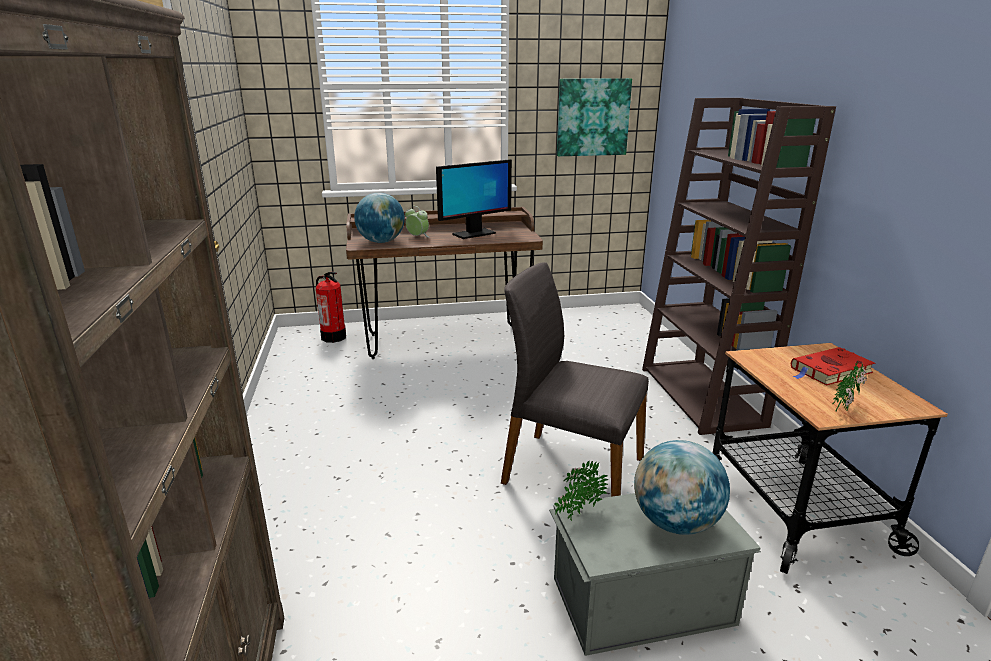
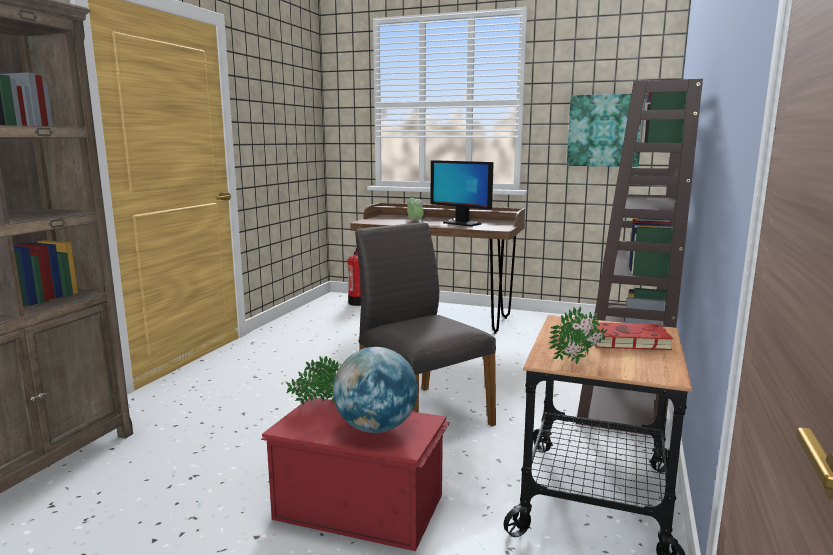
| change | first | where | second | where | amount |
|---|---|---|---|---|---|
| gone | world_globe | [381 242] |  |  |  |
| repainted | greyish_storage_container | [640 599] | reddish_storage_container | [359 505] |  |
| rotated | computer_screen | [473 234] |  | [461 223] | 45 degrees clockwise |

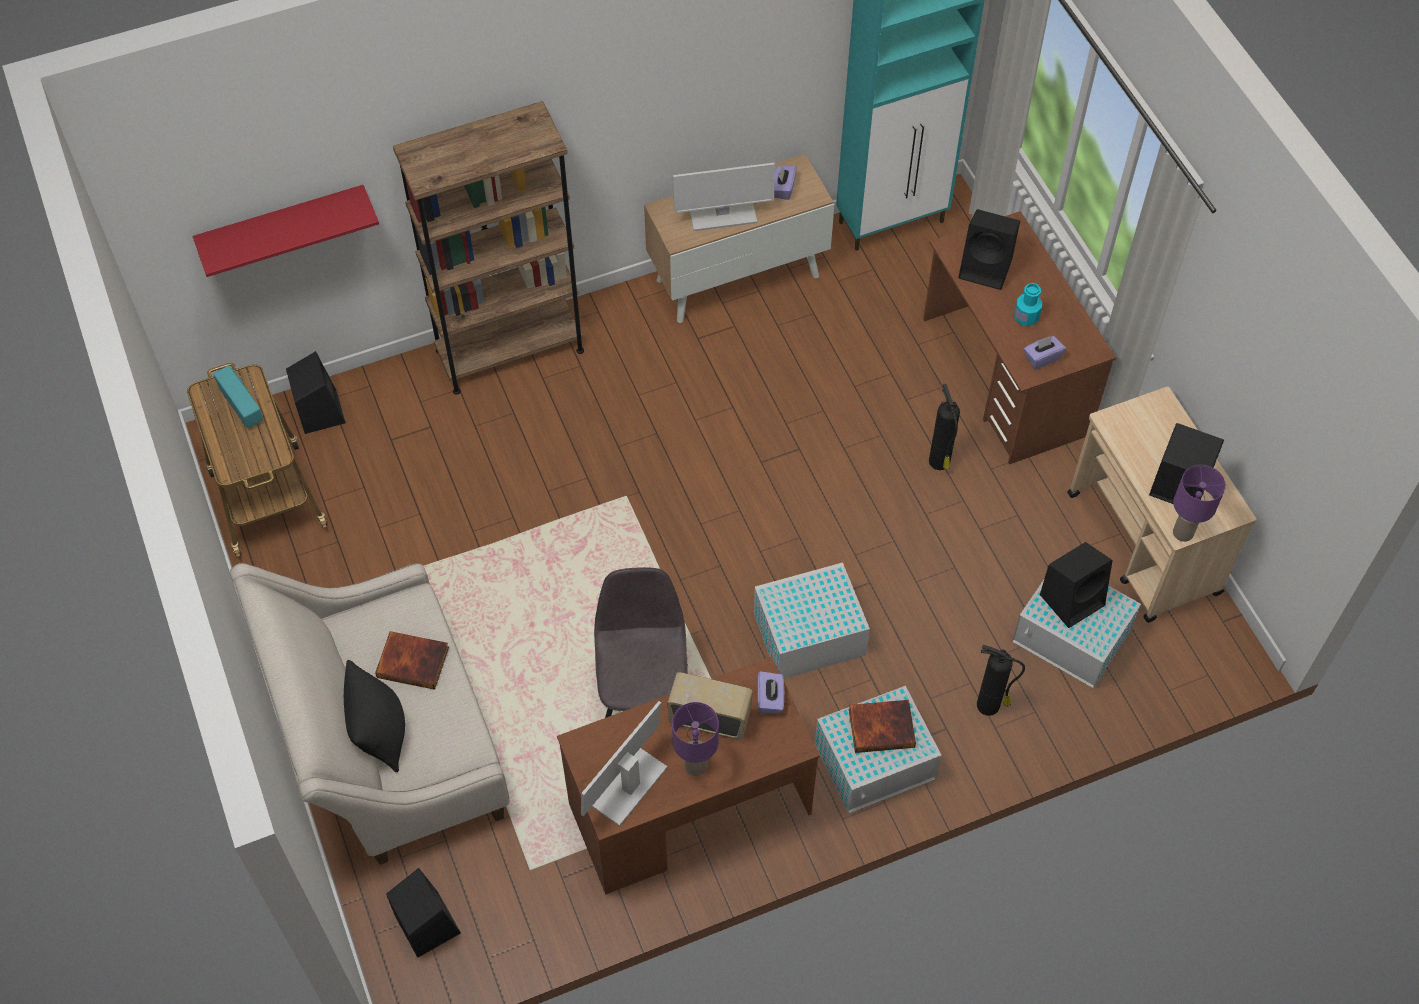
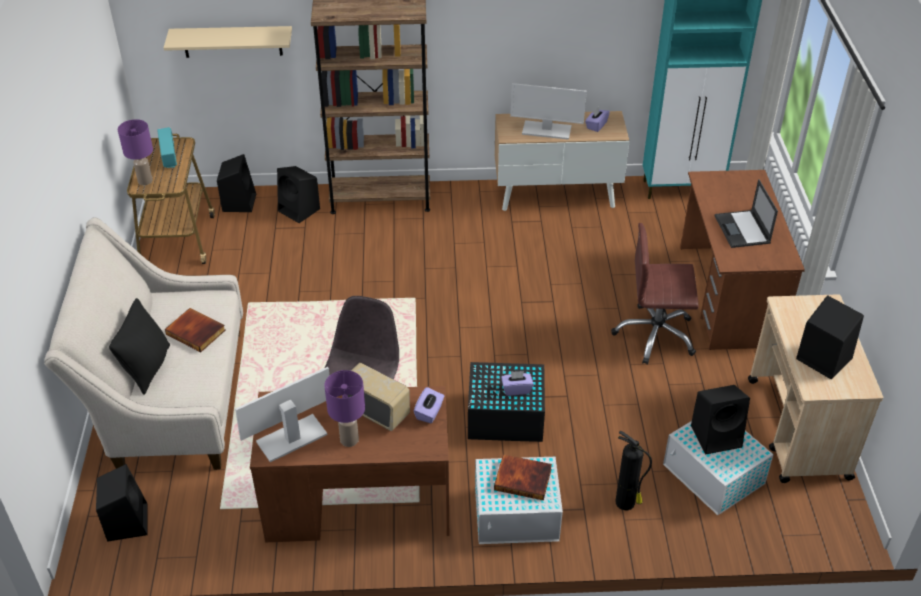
| change | first | where | second | where | amount |
|---|---|---|---|---|---|
| shifted | black-coloured_audio_speaker | [987 268] |  | [300 210] |  |
| shifted | purplish_tissue_holder | [1042 358] |  | [516 389] |  |
| shifted | purplish_table_lamp | [1183 533] |  | [145 181] |  |
| swapped | extinguisher | [940 462] | brown-coloured_computer_chair | [655 335] |  |
| swapped | turquoise-coloured_drink_bottle | [1026 317] | portable_computer | [742 230] |  |
| repainted | reddish_bracket_shelf | [283 225] | sand-coloured_bracket_shelf | [232 41] |  |
| repainted | white-coloured_storage_container | [807 634] | black-coloured_storage_container | [504 416] |  |

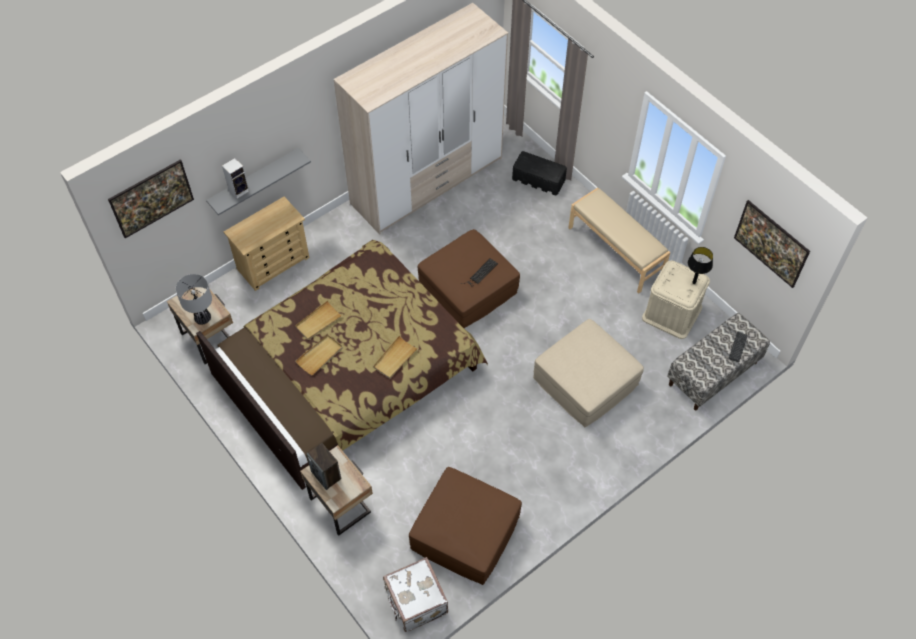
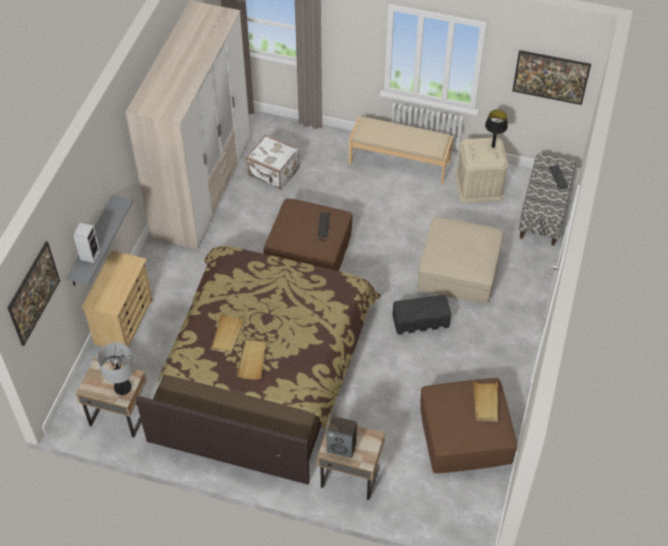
| change | first | where | second | where | amount |
|---|---|---|---|---|---|
| shifted | sand-coloured_tray | [395 358] |  | [485 402] |  |
| shifted | white-coloured_travel_case | [415 602] |  | [273 173] |  |
| shifted | black-coloured_storage_container | [539 180] |  | [421 321] |  |

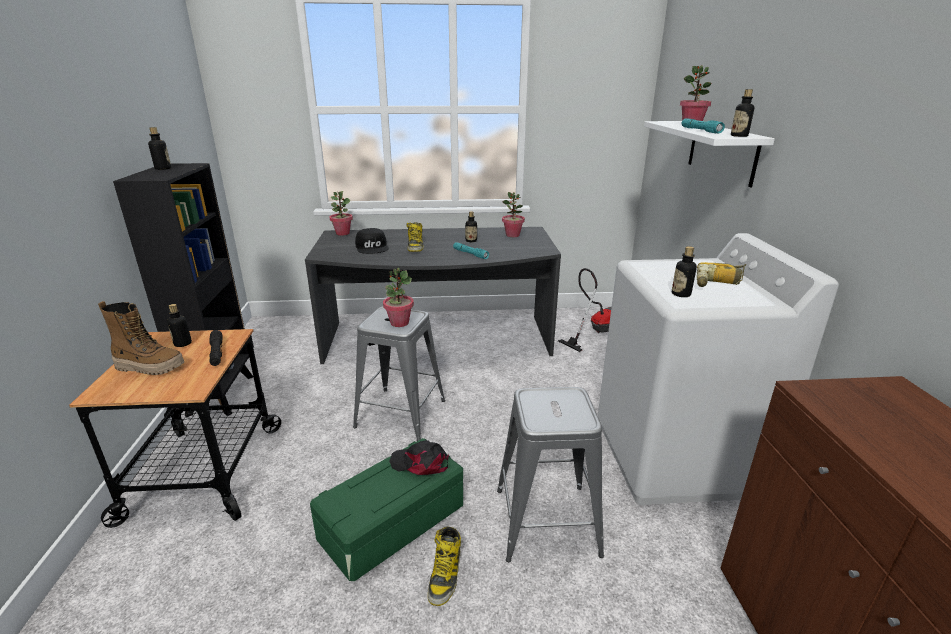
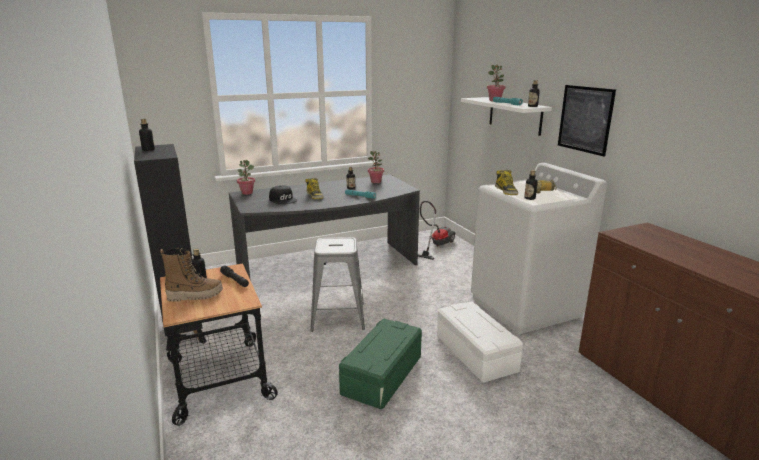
| change | first | where | second | where | amount |
|---|---|---|---|---|---|
| gone | potted_plant | [399 323] |  |  |  |
| gone | black-coloured_cap | [420 463] |  |  |  |
| new |  |  | picture | [585 119] |  |
| shifted | tall_boot | [445 574] |  | [506 191] |  |
| swapped | greyish_stool_seat | [546 521] | white-coloured_storage_container | [474 353] |  |

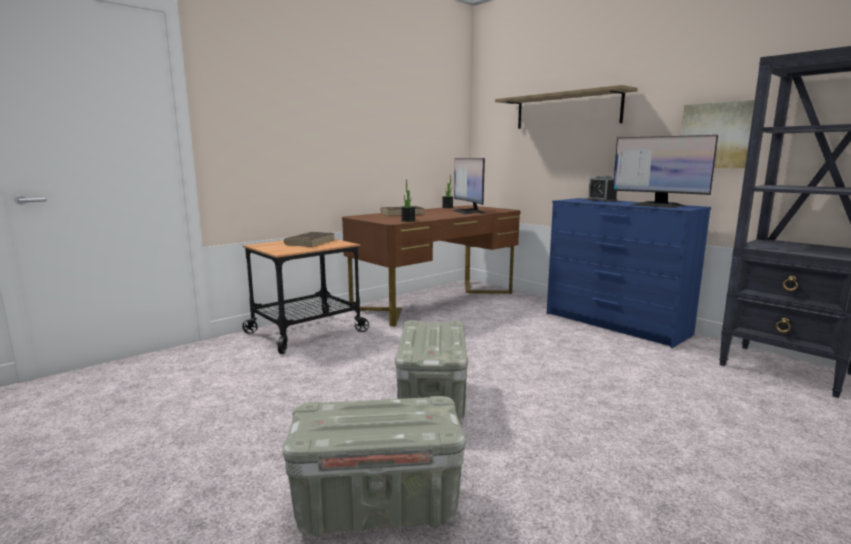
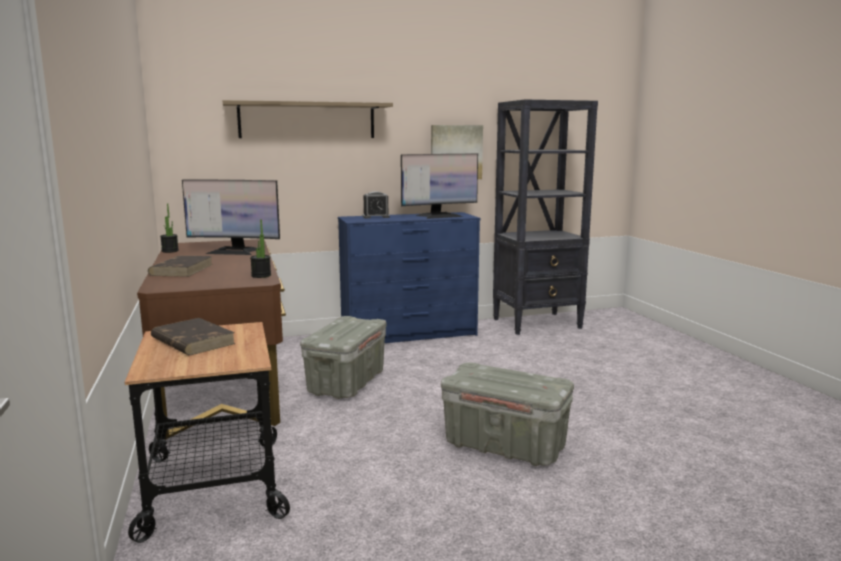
| change | first | where | second | where | amount |
|---|---|---|---|---|---|
| shifted | greyish_storage_container | [376 507] |  | [347 383] |  |

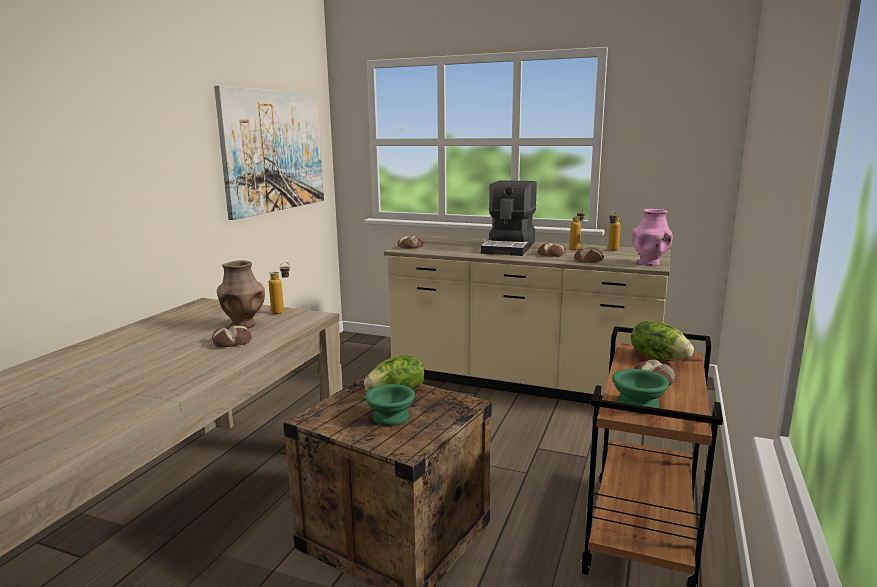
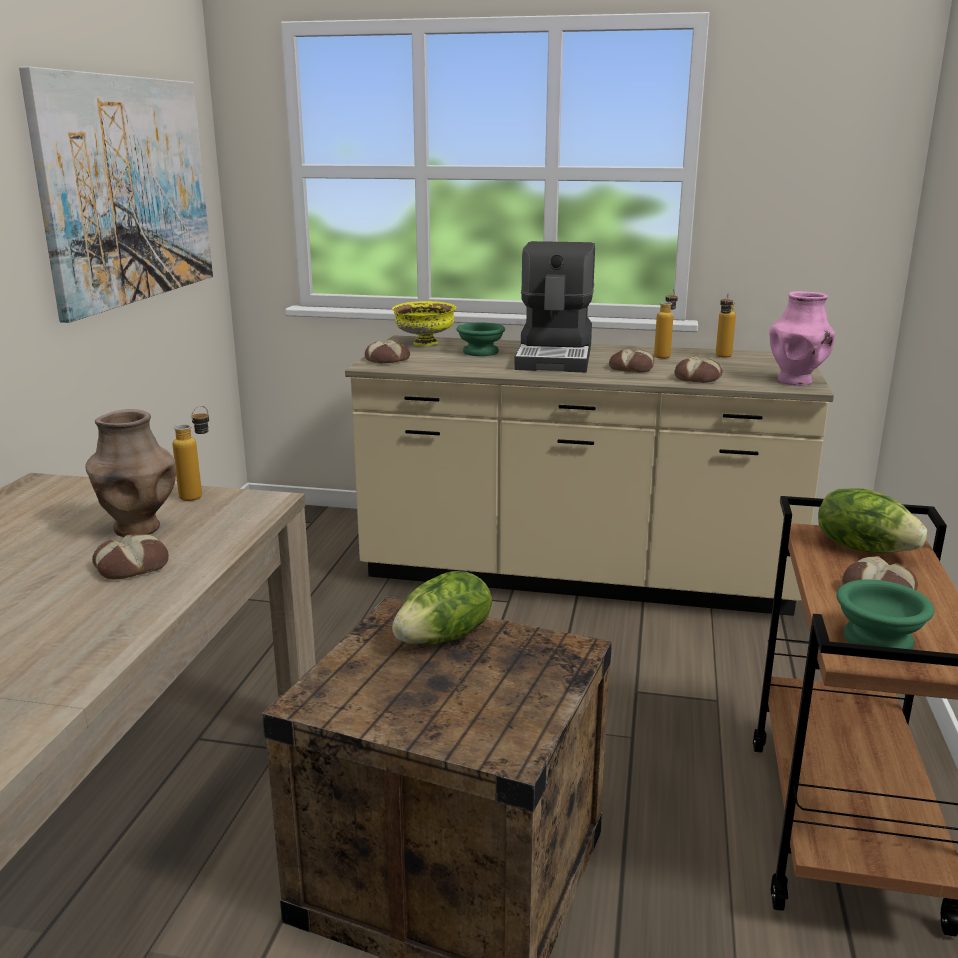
| change | first | where | second | where | amount |
|---|---|---|---|---|---|
| new |  |  | yellowish_bowl | [425 343] |  |
| shifted | greenish_bowl | [392 417] |  | [482 352] |  |

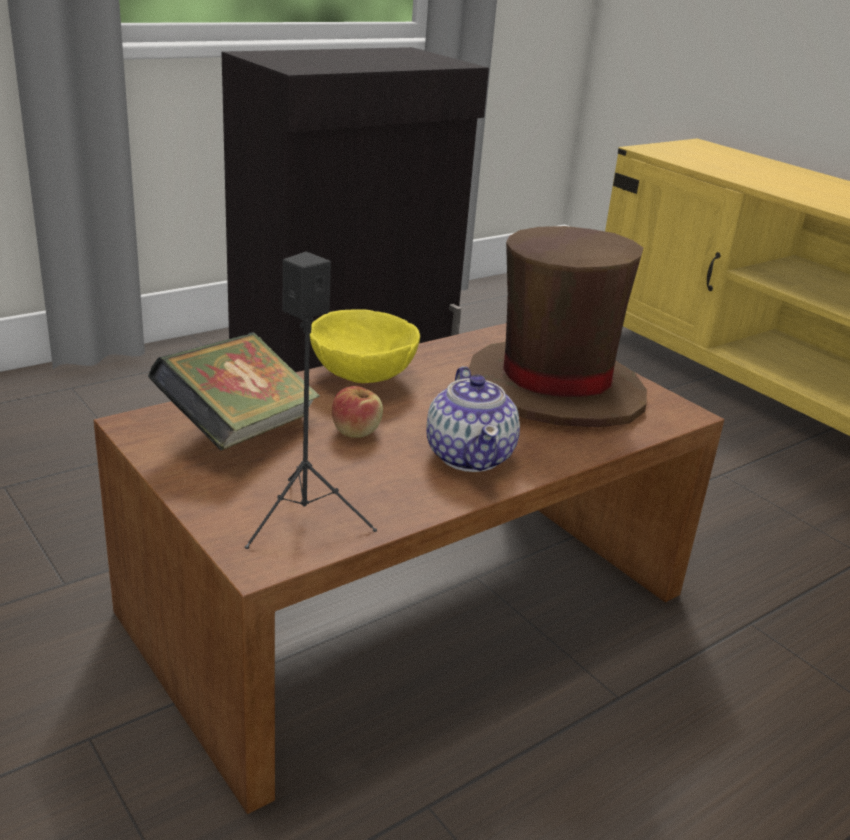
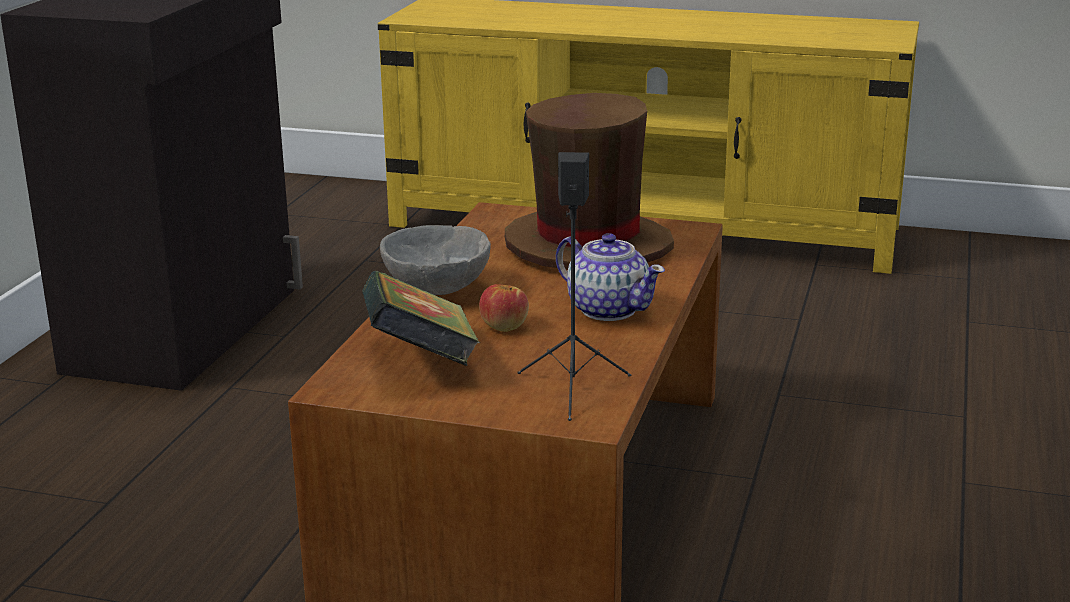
| change | first | where | second | where | amount |
|---|---|---|---|---|---|
| repainted | yellowish_bowl | [364 377] | greyish_bowl | [439 290] |  |

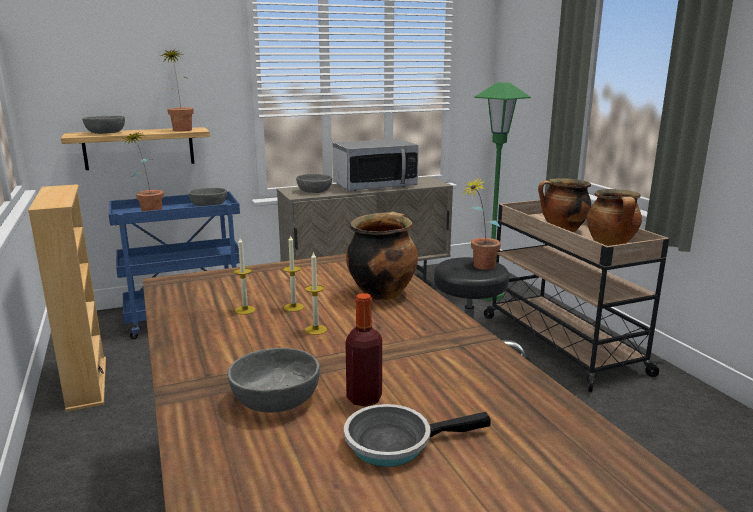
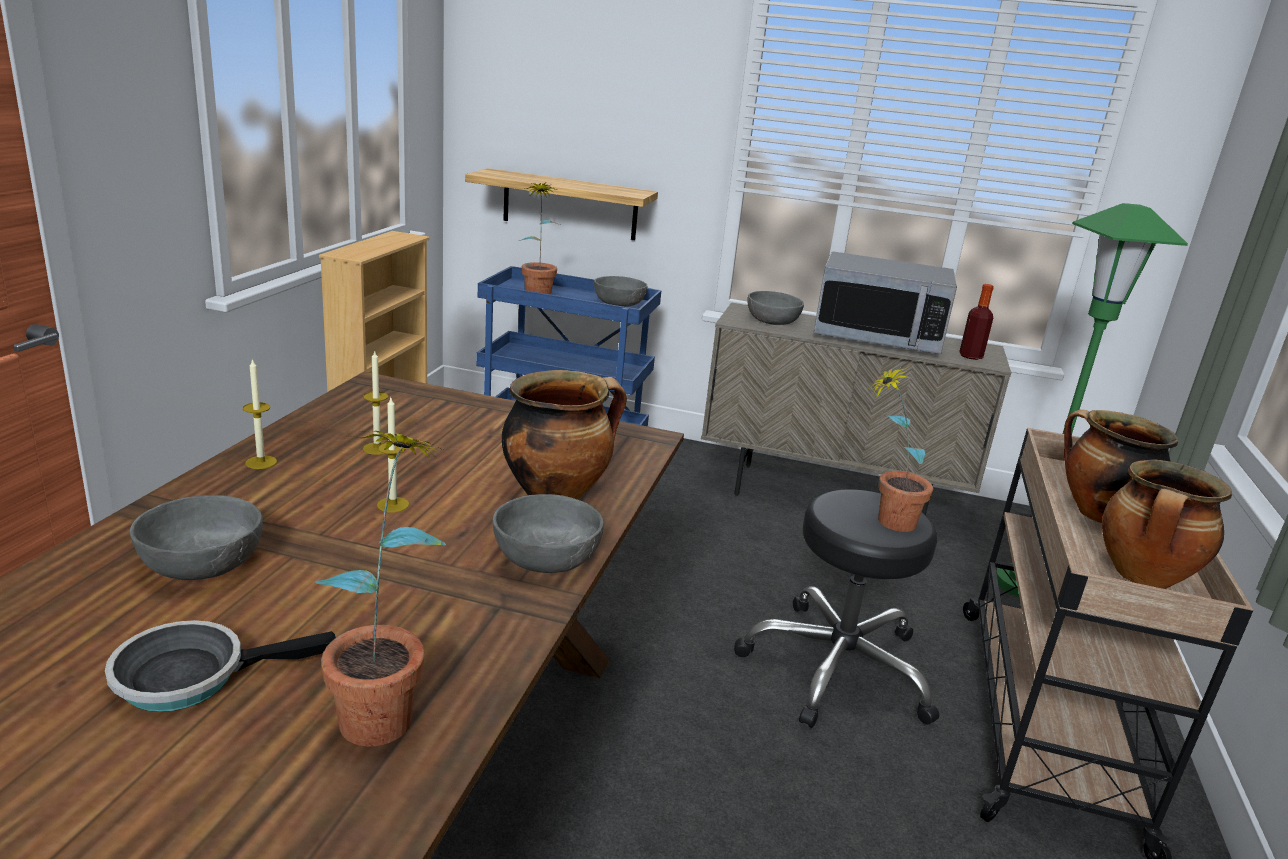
| change | first | where | second | where | amount |
|---|---|---|---|---|---|
| shifted | greyish_bowl | [105 133] |  | [546 556] |  |
| shifted | potted_plant | [181 129] |  | [386 706] |  |
| shifted | wax_candle | [293 307] |  | [261 462] |  |
| shifted | drink_bottle | [364 398] |  | [970 356] |  |
| rotated | frying_pan | [395 443] |  | [192 676] | 45 degrees counterclockwise |

